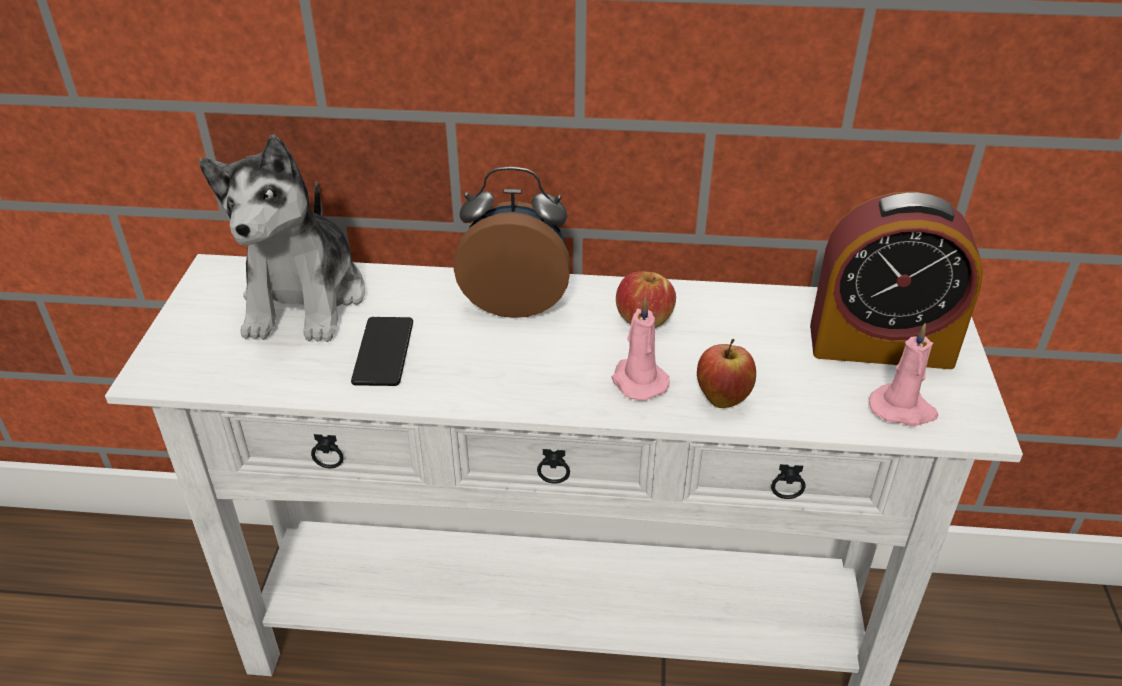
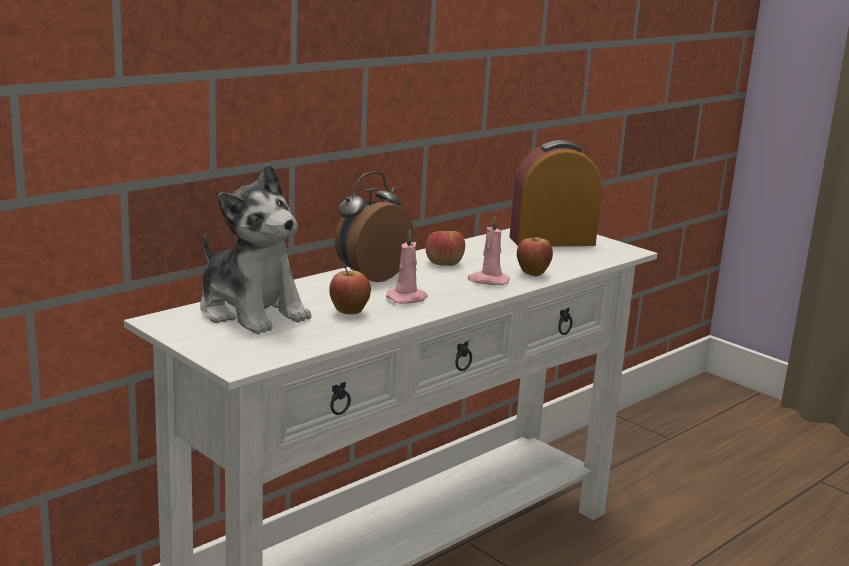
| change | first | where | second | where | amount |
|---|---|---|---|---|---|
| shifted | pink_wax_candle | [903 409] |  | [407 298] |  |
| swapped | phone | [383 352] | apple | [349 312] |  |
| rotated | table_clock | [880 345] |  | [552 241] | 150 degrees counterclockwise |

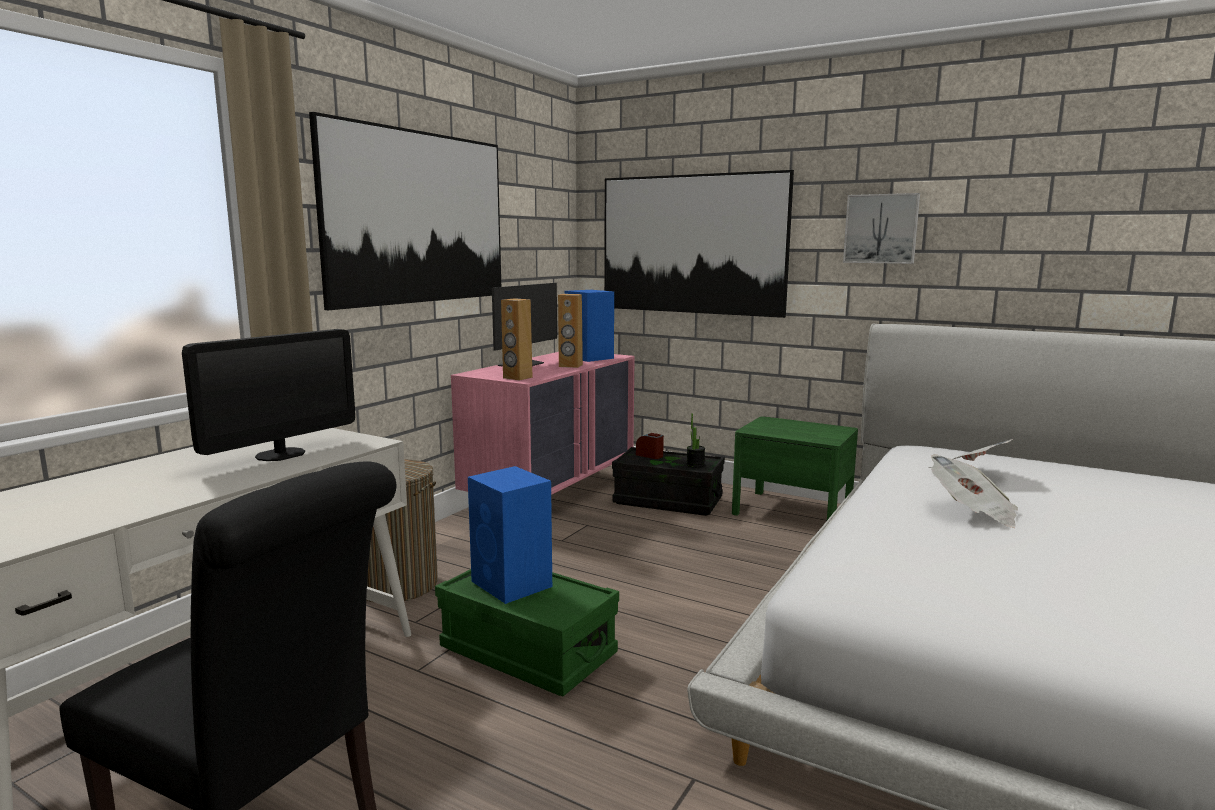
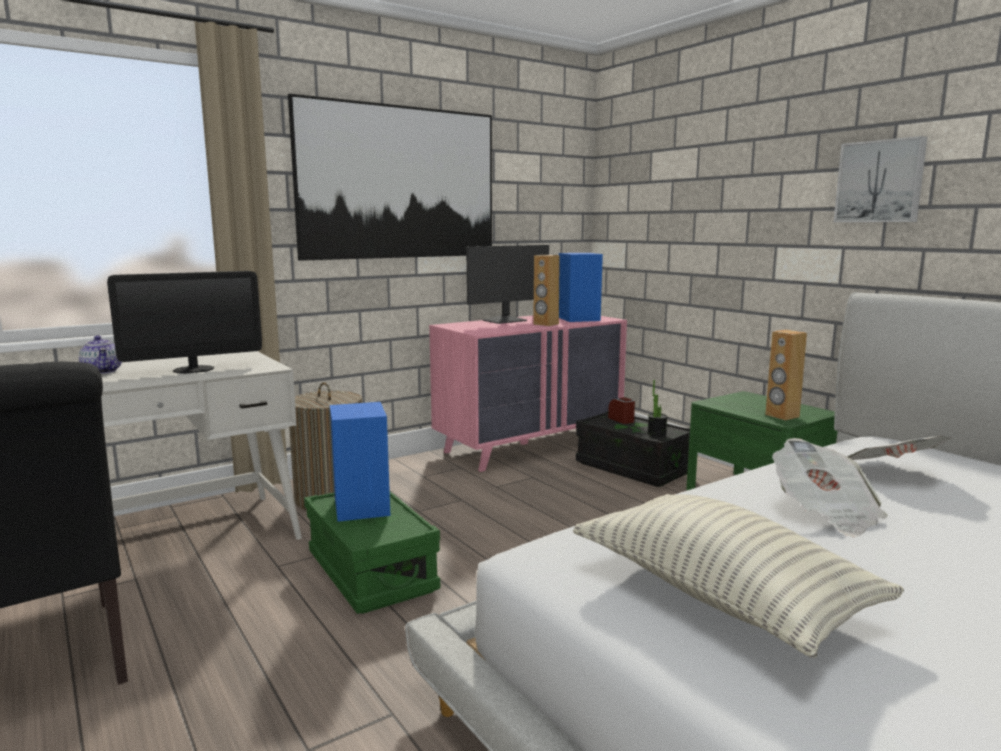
| change | first | where | second | where | amount |
|---|---|---|---|---|---|
| gone | picture | [692 244] |  |  |  |
| new |  |  | teapot | [103 371] |  |
| new |  |  | cushion | [720 596] |  |
| shifted | brown-coloured_audio_speaker | [517 377] |  | [782 416] |  |

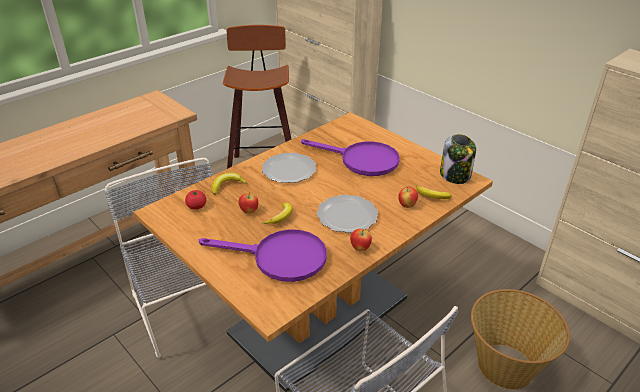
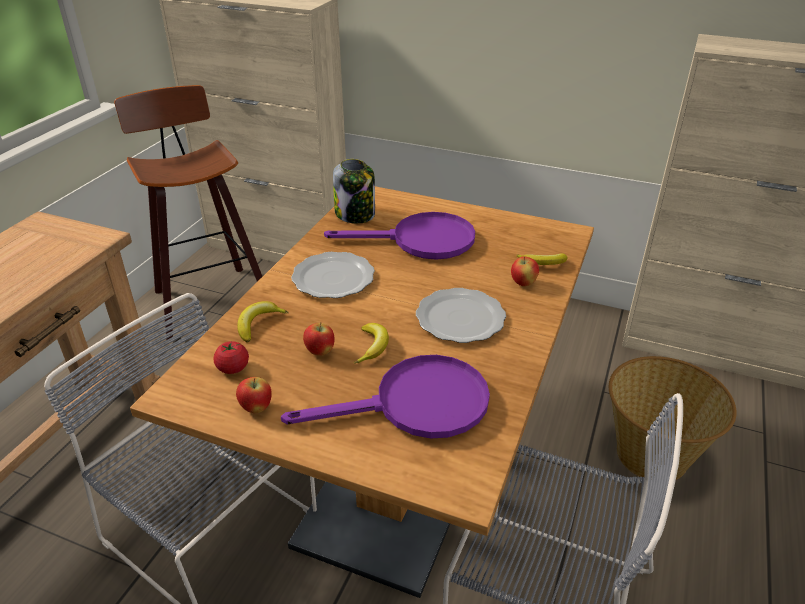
| change | first | where | second | where | amount |
|---|---|---|---|---|---|
| shifted | apple | [360 248] |  | [256 408] |  |
| shifted | jar | [455 175] |  | [355 214] |  |

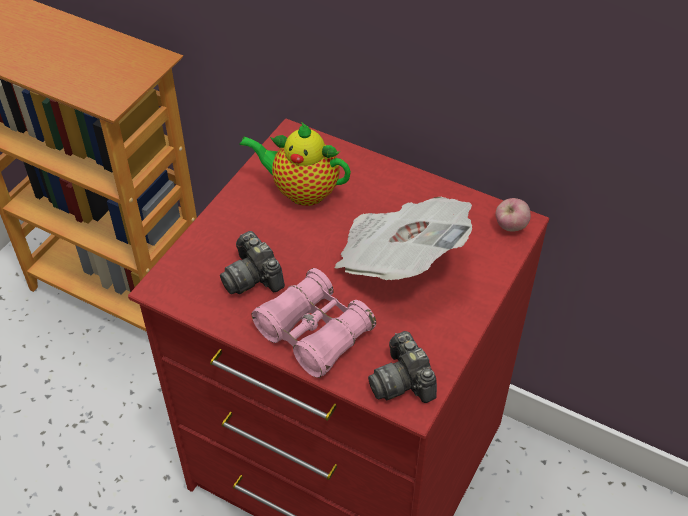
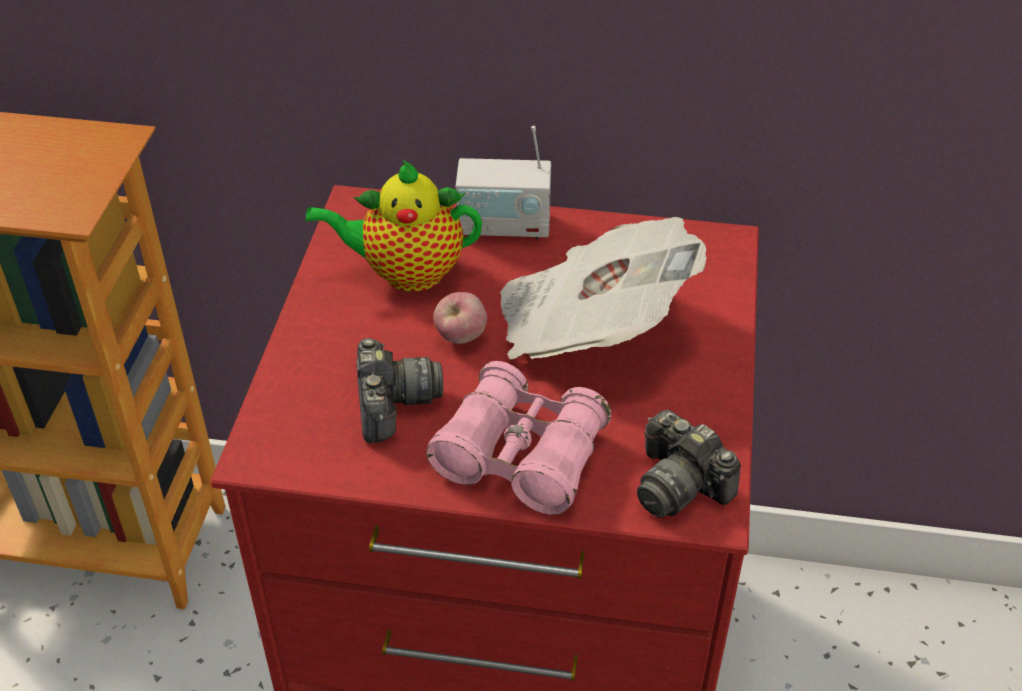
| change | first | where | second | where | amount |
|---|---|---|---|---|---|
| new |  |  | radio | [504 226] |  |
| shifted | apple | [510 227] |  | [461 337] |  |
| rotated | photo_camera | [253 277] |  | [393 404] | 135 degrees counterclockwise |

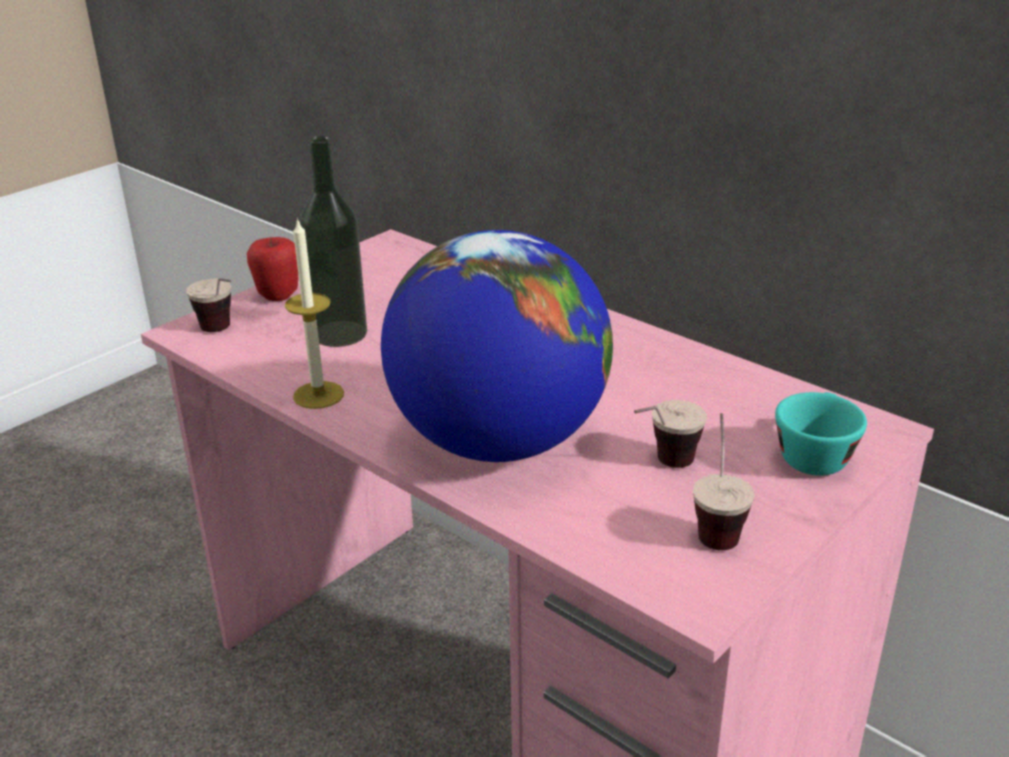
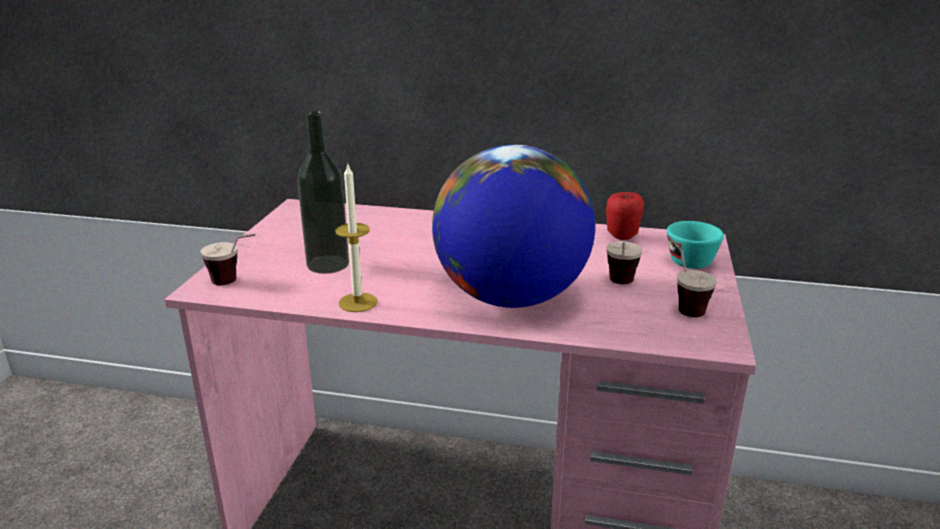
| change | first | where | second | where | amount |
|---|---|---|---|---|---|
| shifted | apple | [278 295] |  | [622 236] |  |

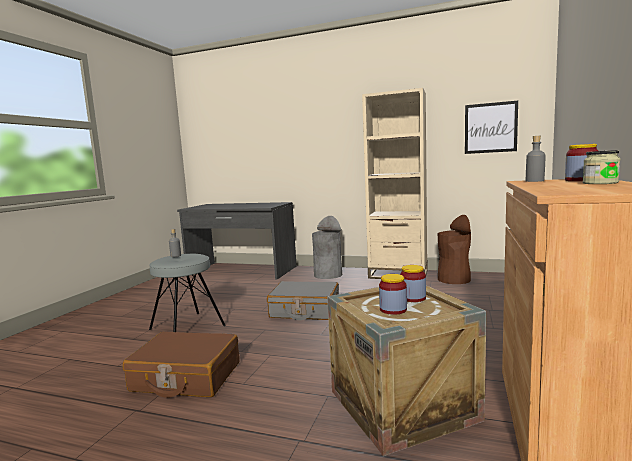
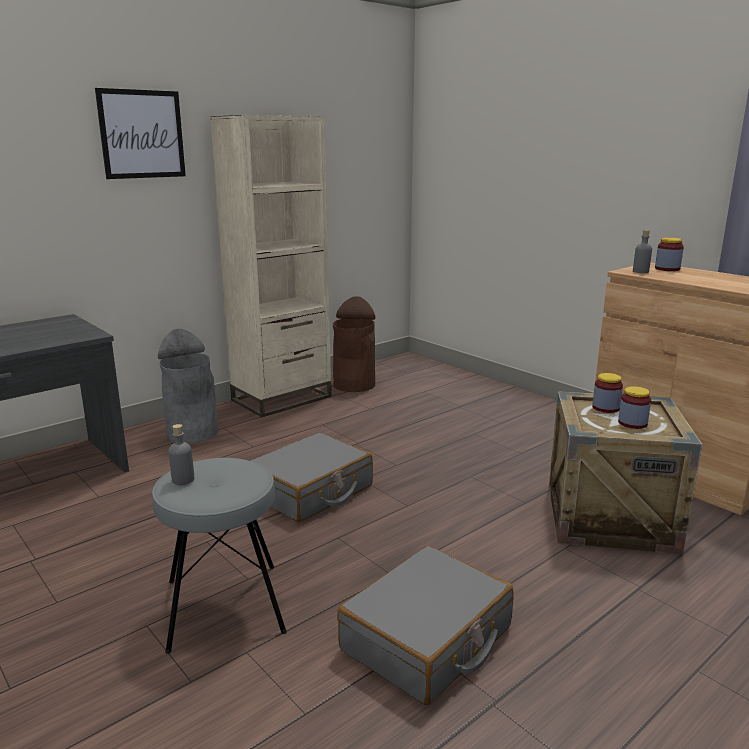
| change | first | where | second | where | amount |
|---|---|---|---|---|---|
| gone | jar | [600 183] |  |  |  |
| shifted | picture | [490 128] |  | [142 134] |  |
| repainted | brown-coloured_travel_case | [186 377] | greyish_travel_case | [427 639] |  |

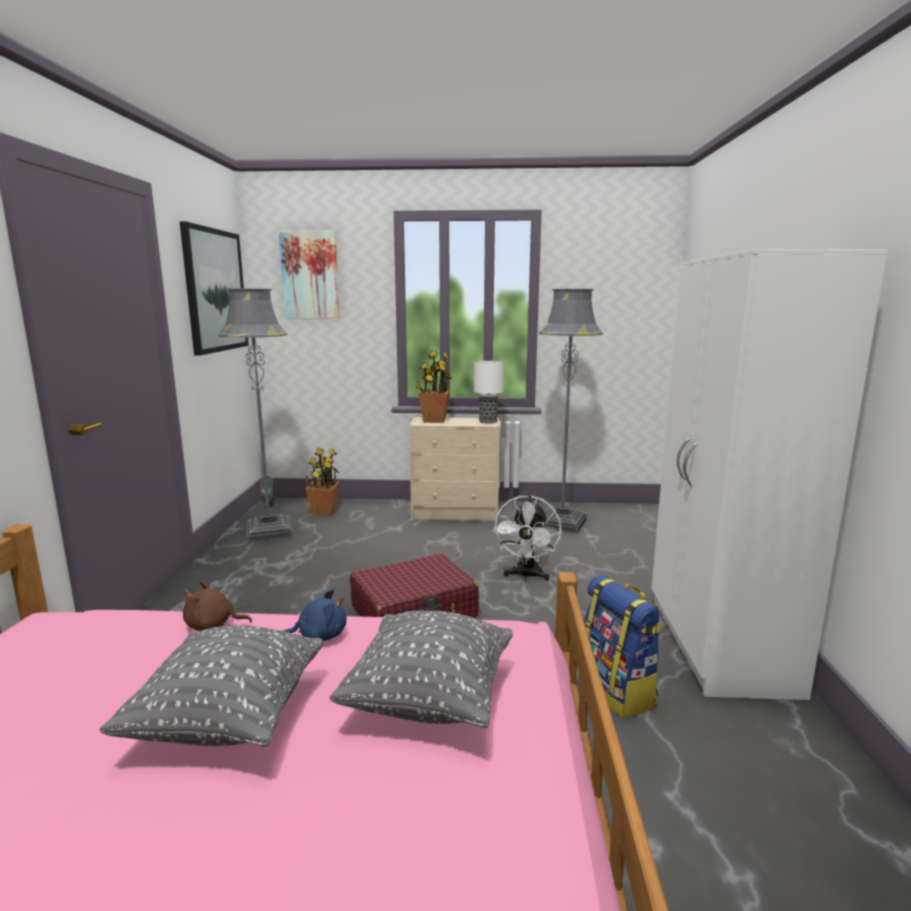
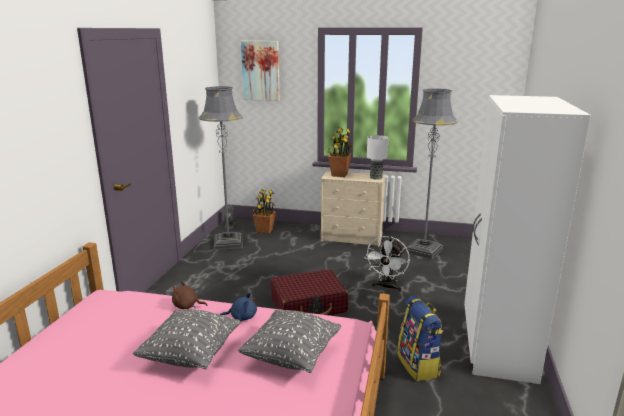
| change | first | where | second | where | amount |
|---|---|---|---|---|---|
| gone | picture | [215 290] |  |  |  |

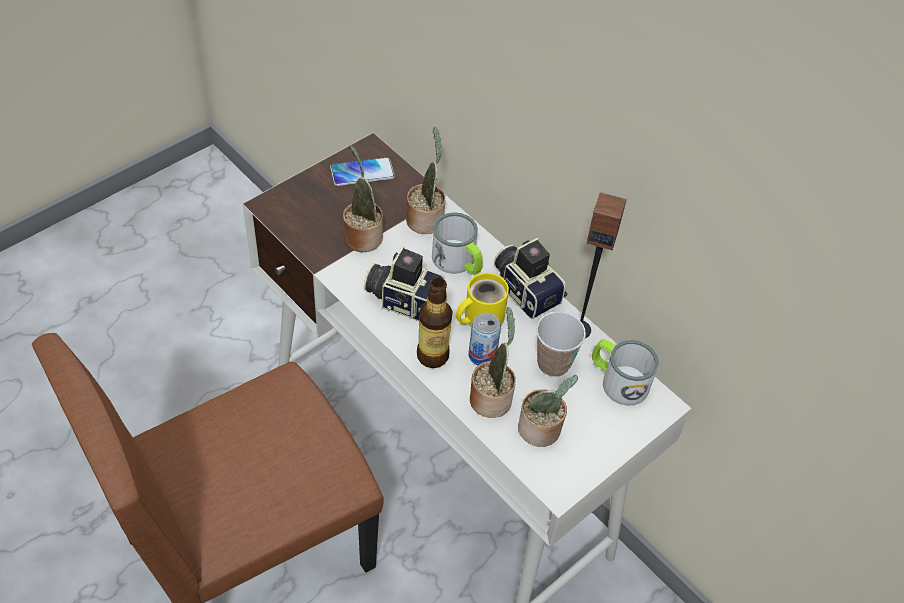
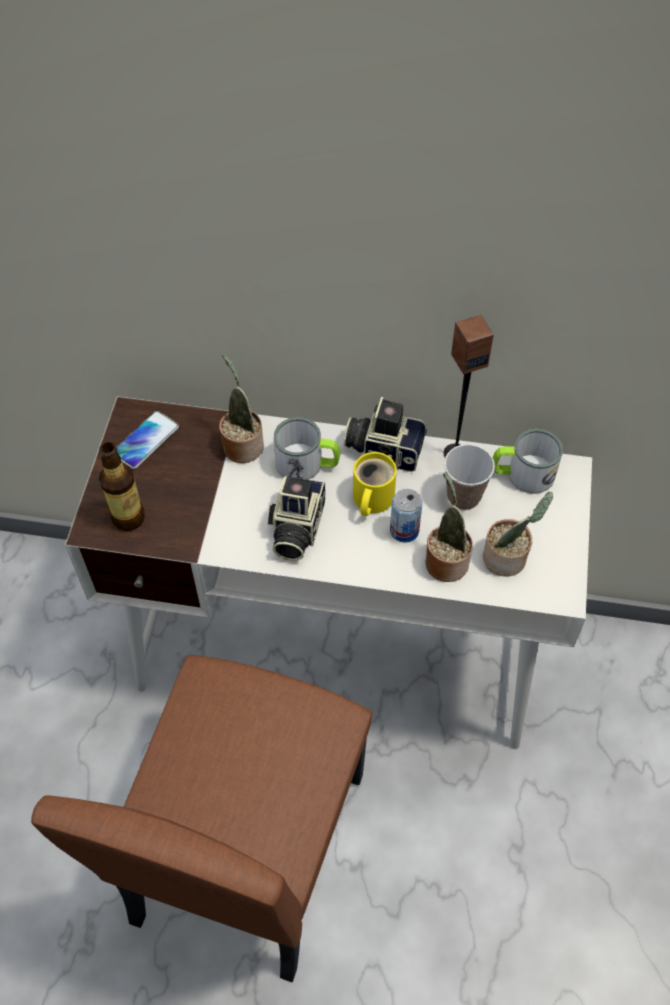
| change | first | where | second | where | amount |
|---|---|---|---|---|---|
| gone | potted_plant | [362 236] |  |  |  |
| shifted | drink_bottle | [432 356] |  | [128 518] |  |
| rotated | photo_camera | [404 299] |  | [295 528] | 60 degrees counterclockwise |

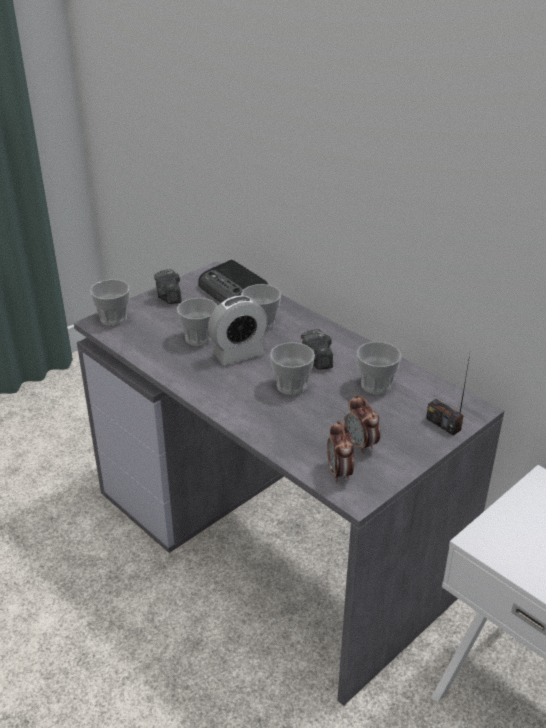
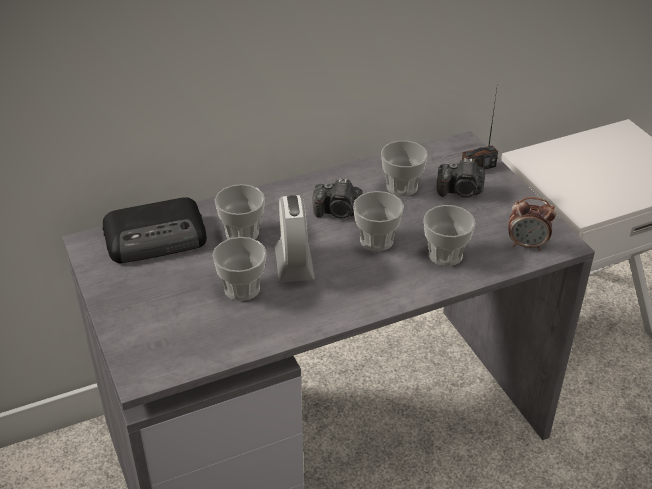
| change | first | where | second | where | amount |
|---|---|---|---|---|---|
| gone | table_clock | [361 445] |  |  |  |
| shifted | cup | [113 319] |  | [445 255] |  |
| shifted | photo_camera | [169 297] |  | [460 191] |  |

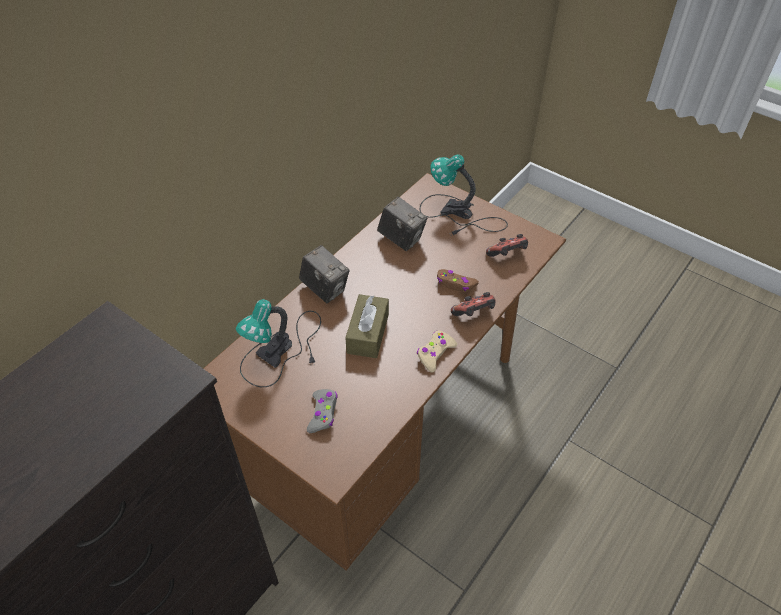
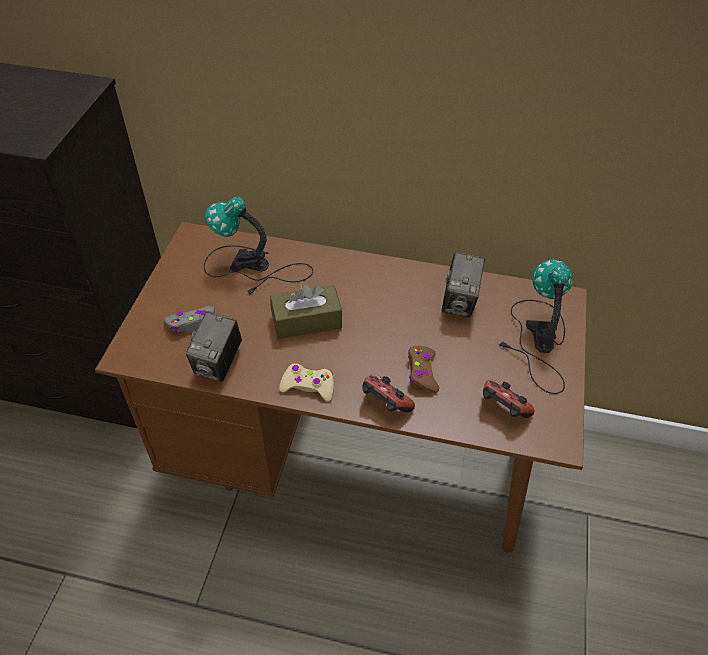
| change | first | where | second | where | amount |
|---|---|---|---|---|---|
| shifted | photo_camera | [325 289] |  | [218 363] |  |

